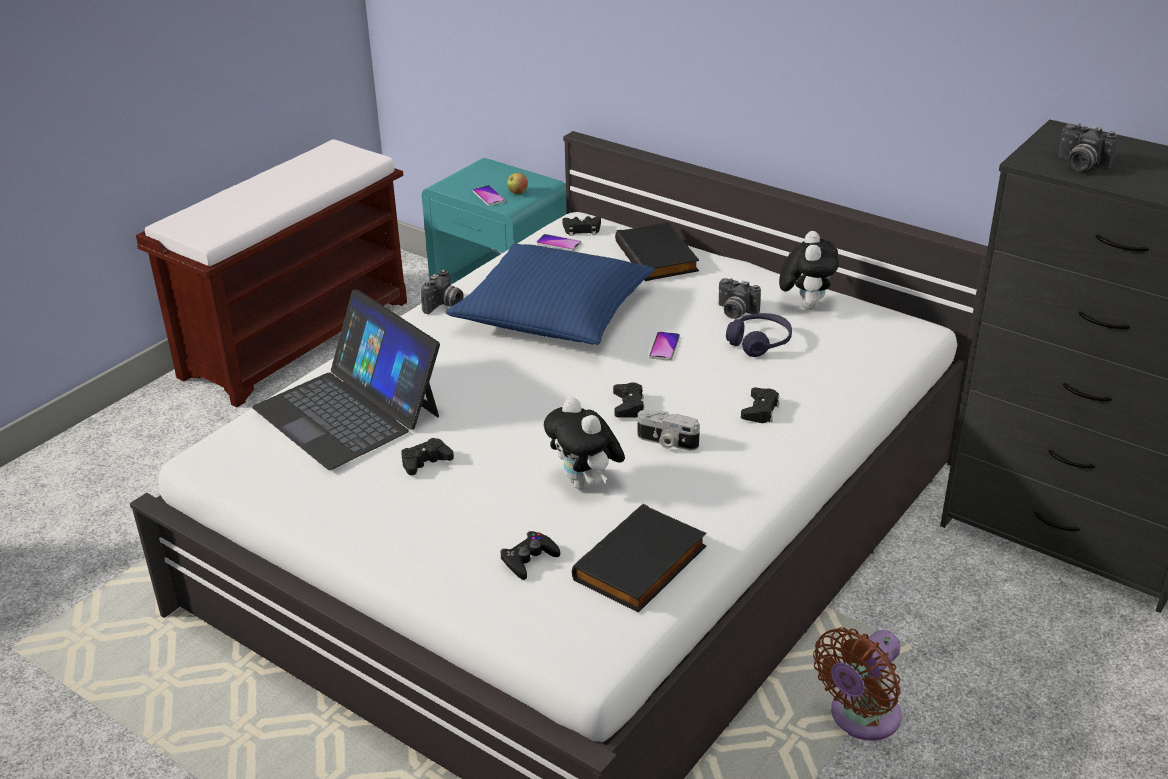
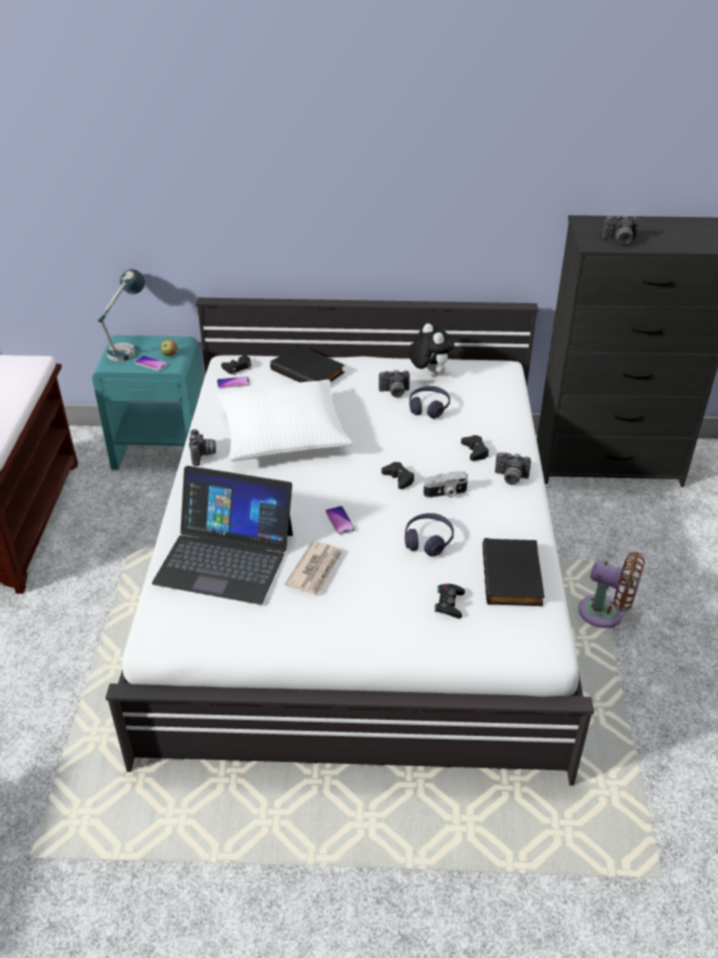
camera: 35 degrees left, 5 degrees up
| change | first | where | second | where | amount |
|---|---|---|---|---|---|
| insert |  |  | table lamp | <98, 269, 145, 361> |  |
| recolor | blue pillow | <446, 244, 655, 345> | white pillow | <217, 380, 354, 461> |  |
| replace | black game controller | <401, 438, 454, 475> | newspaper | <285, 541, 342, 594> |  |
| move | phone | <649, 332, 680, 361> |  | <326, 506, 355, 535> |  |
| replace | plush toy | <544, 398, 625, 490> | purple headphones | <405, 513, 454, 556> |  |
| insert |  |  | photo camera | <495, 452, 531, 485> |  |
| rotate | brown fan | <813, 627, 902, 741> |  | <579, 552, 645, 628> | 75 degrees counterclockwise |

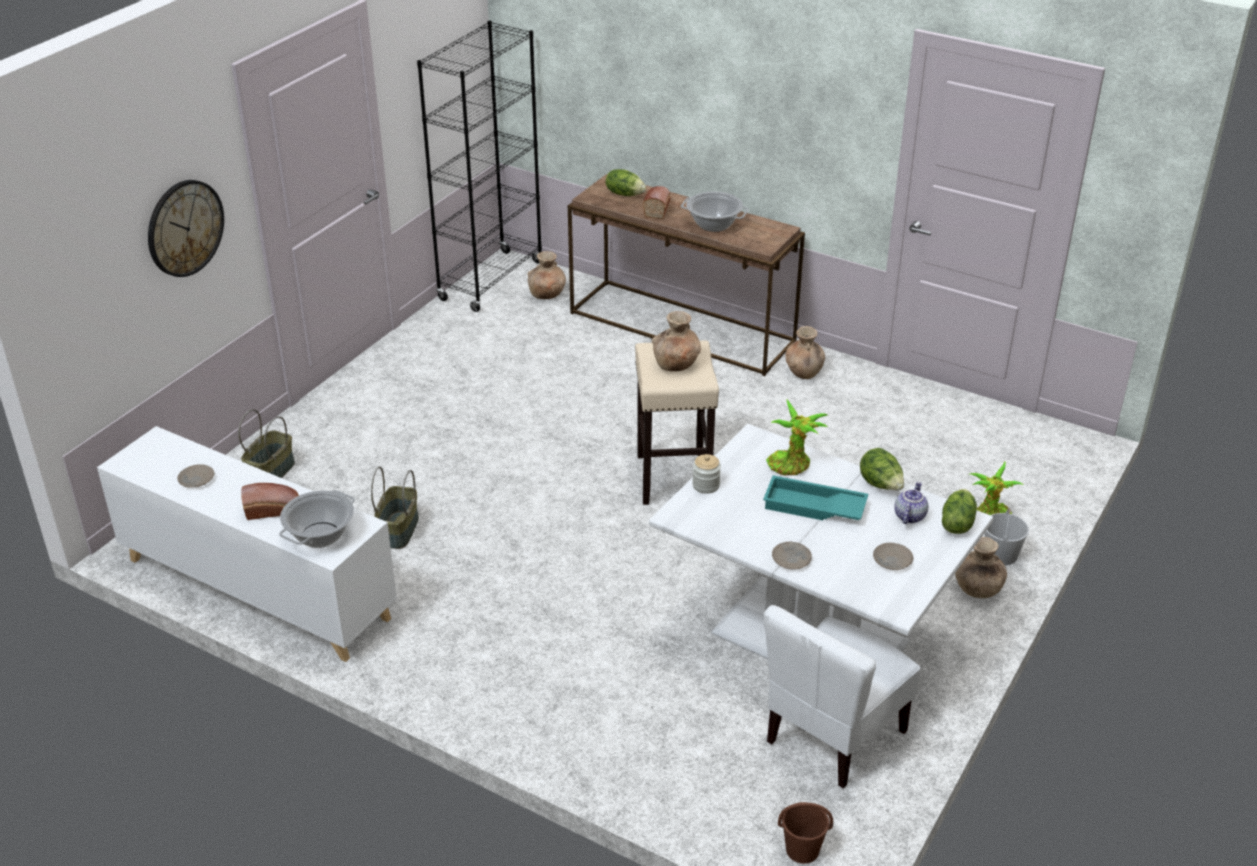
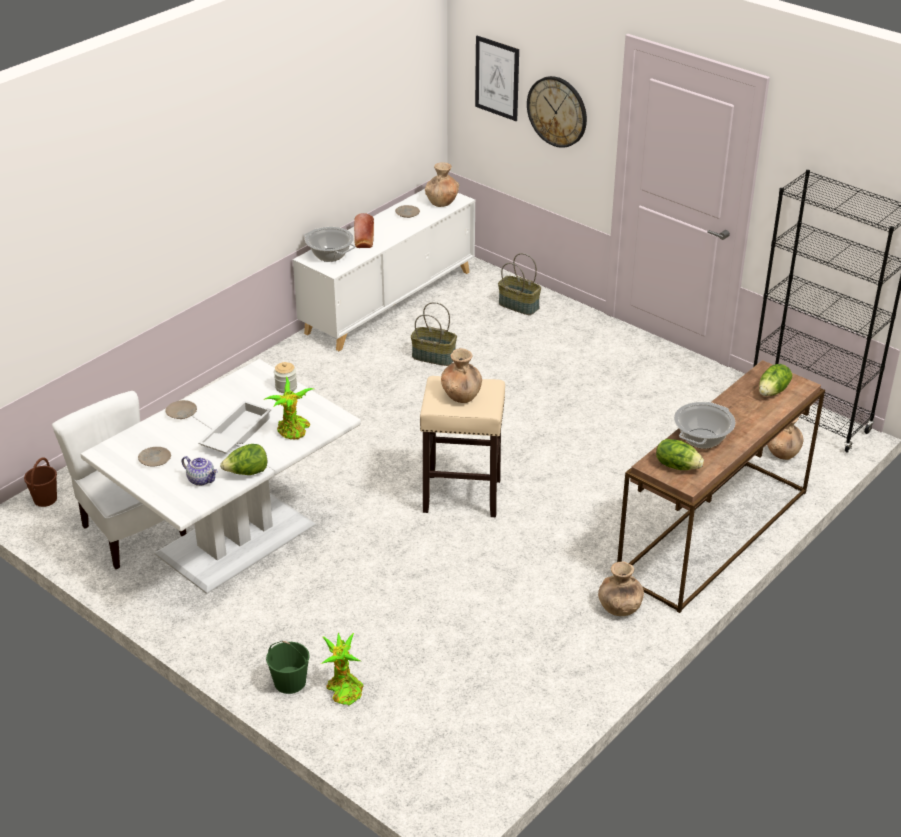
camera: 100 degrees right, 0 degrees up
| change | first | where | second | where | amount |
|---|---|---|---|---|---|
| recolor | turquoise tray | <763, 475, 868, 520> | white tray | <198, 401, 271, 454> |  |
| recolor | white bucket | <984, 508, 1029, 565> | green bucket | <266, 641, 310, 694> |  |
| move | brown vase | <955, 537, 1007, 598> |  | <425, 162, 459, 207> |  |
| insert |  |  | picture | <475, 36, 519, 121> |  |
| move | lettuce | <942, 489, 977, 534> |  | <656, 439, 704, 470> |  |
| delete | bread | <643, 186, 671, 219> |  |  |  |

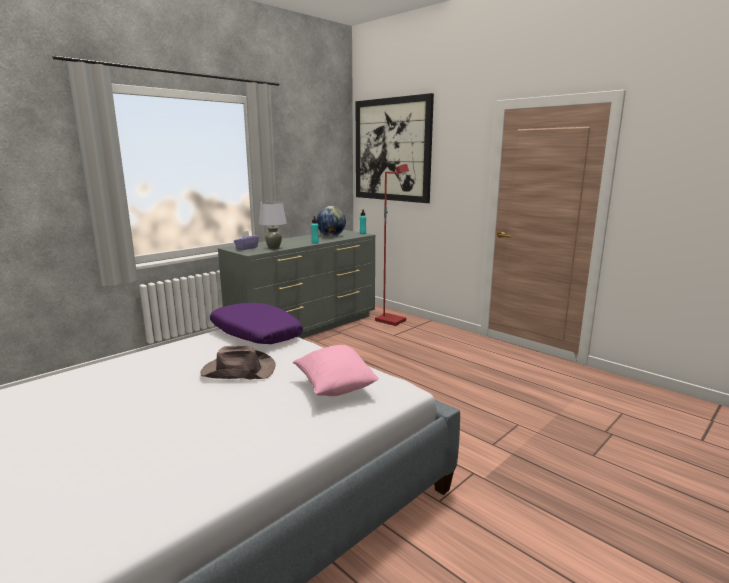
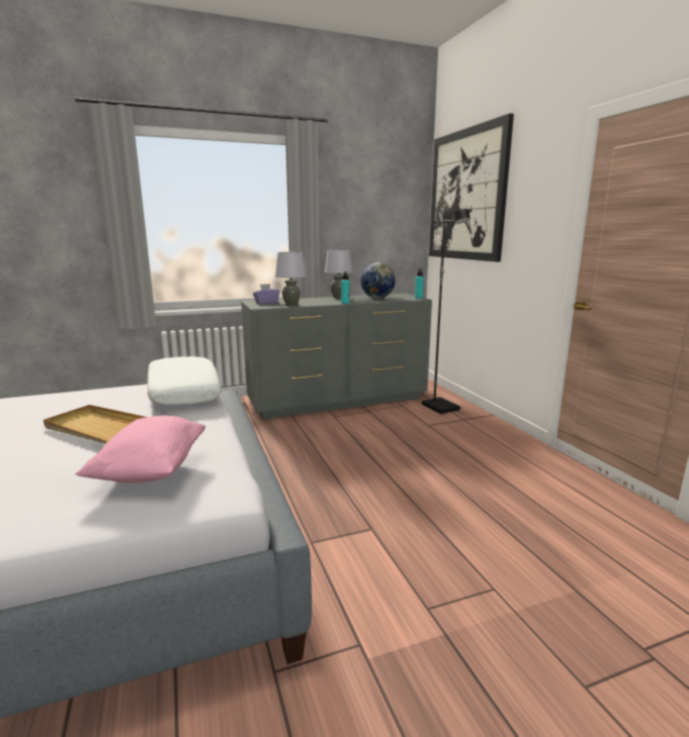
camera: 25 degrees right, 0 degrees up
| change | first | where | second | where | amount |
|---|---|---|---|---|---|
| replace | brown hat | <200, 346, 276, 379> | beige tray | <43, 405, 146, 444> |  |
| recolor | purple pillow | <210, 303, 303, 344> | white pillow | <147, 357, 221, 405> |  |
| insert |  |  | grey table lamp | <325, 250, 353, 299> |  |
| recolor | red floor lamp | <375, 164, 409, 326> | black floor lamp | <422, 209, 470, 414> |  |

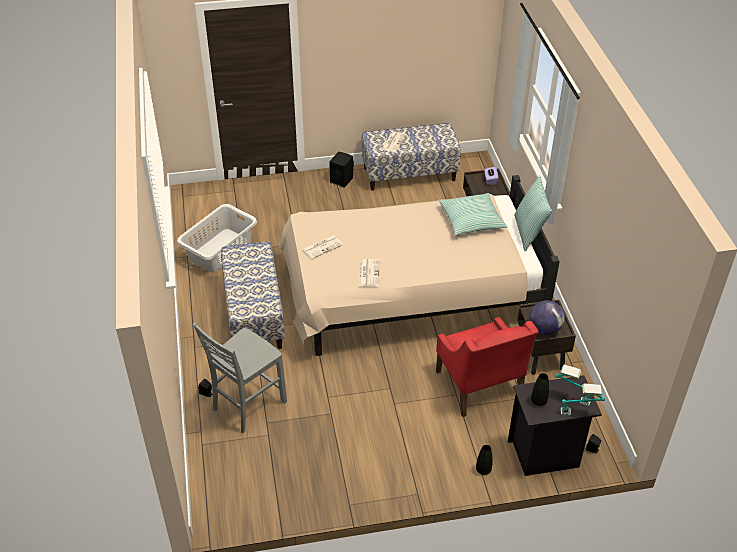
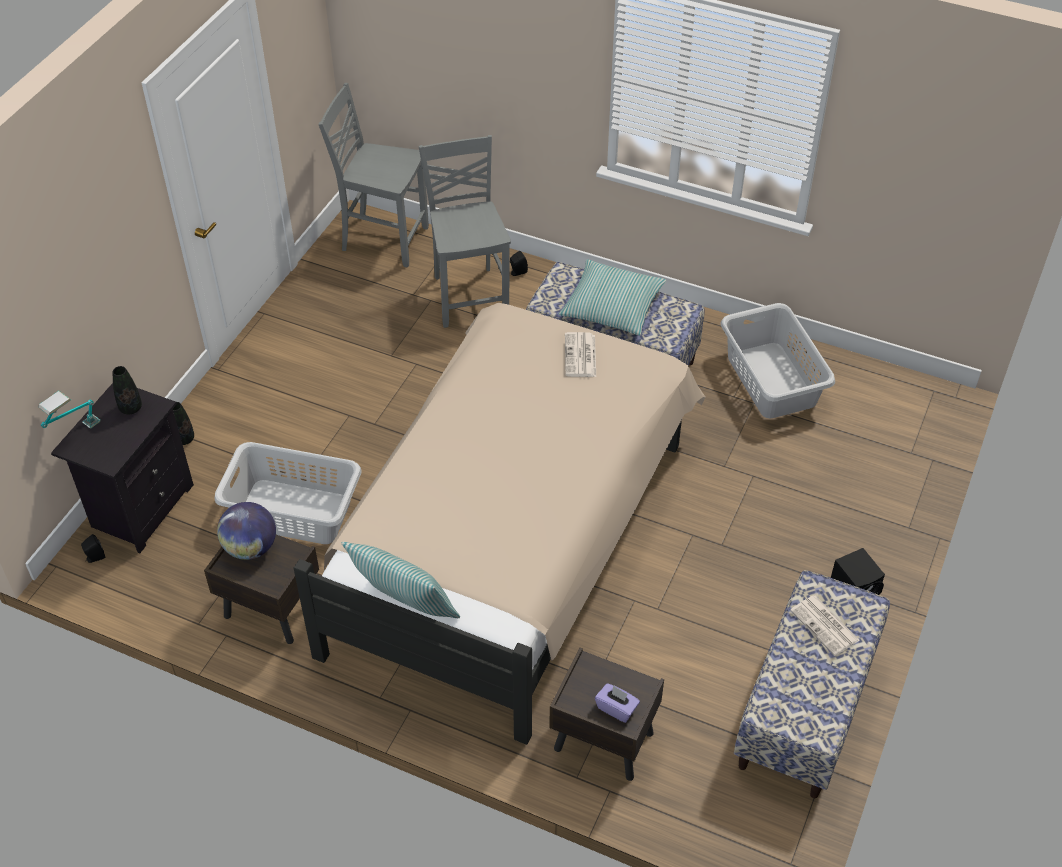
camera: 125 degrees right, 5 degrees up
| change | first | where | second | where | amount |
|---|---|---|---|---|---|
| replace | red armchair | <436, 317, 538, 417> | grey laundry basket | <214, 442, 362, 544> |  |
| insert |  |  | grey chair | <319, 83, 429, 267> |  |
| move | pillow | <439, 193, 507, 235> |  | <559, 259, 666, 336> |  |
| delete | newspaper | <359, 259, 380, 287> |  |  |  |
| delete | table lamp | <555, 364, 591, 406> |  |  |  |

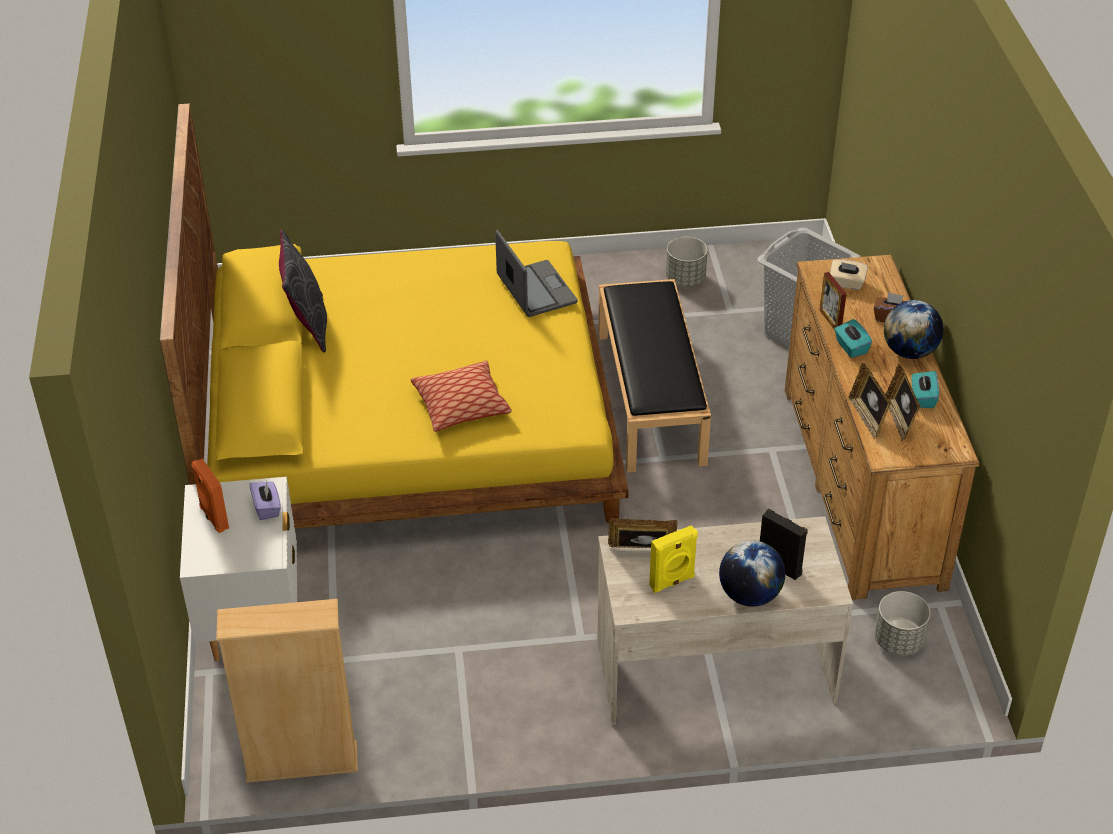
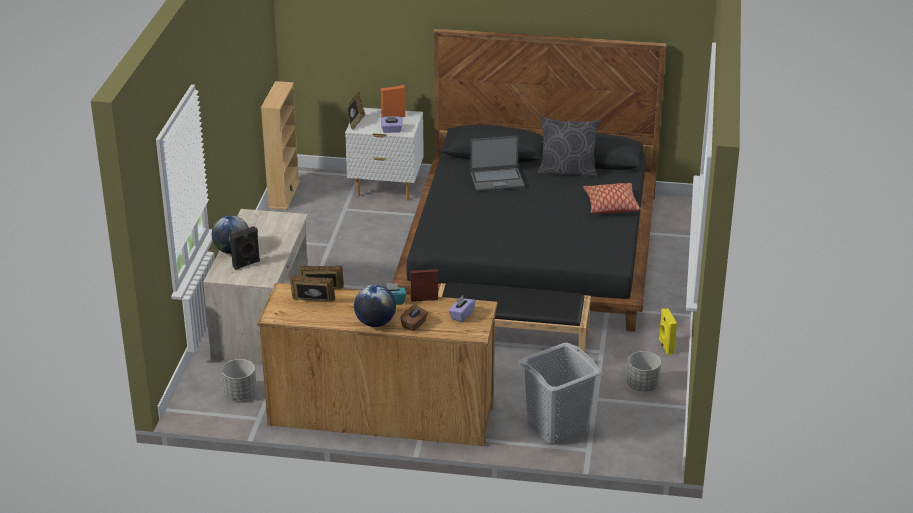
camera: 105 degrees right, 10 degrees down
| change | first | where | second | where | amount |
|---|---|---|---|---|---|
| move | picture frame | <608, 518, 678, 548> |  | <346, 92, 366, 130> |  |
| recolor | yellow bed | <160, 104, 629, 529> | black bed | <392, 28, 666, 332> |  |
| recolor | beige tissue box | <830, 259, 868, 290> | purple tissue box | <448, 295, 475, 322> |  |
| move | laptop | <495, 230, 578, 317> |  | <470, 136, 524, 191> |  |
| move | pillow | <411, 361, 512, 432> |  | <583, 183, 641, 214> |  |
| move | yellow speaker | <649, 525, 698, 593> |  | <659, 308, 677, 355> |  |
| delete | turquoise tissue box | <911, 371, 939, 408> |  |  |  |

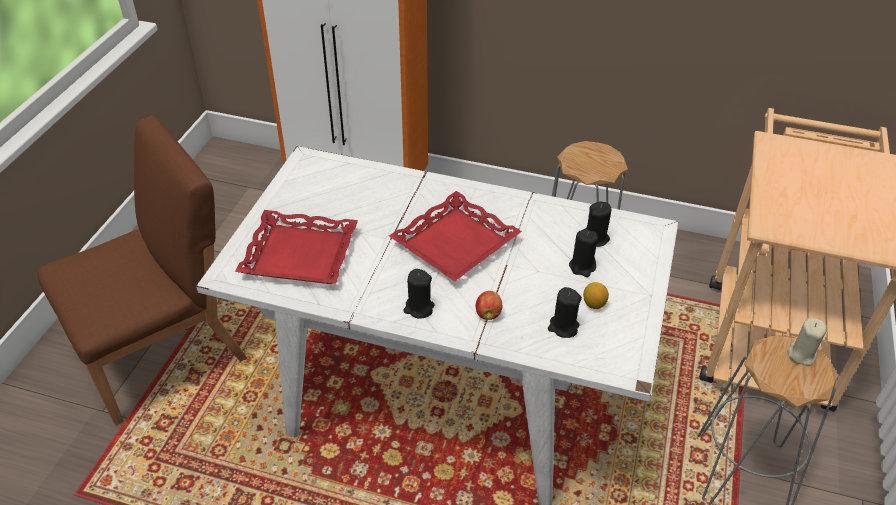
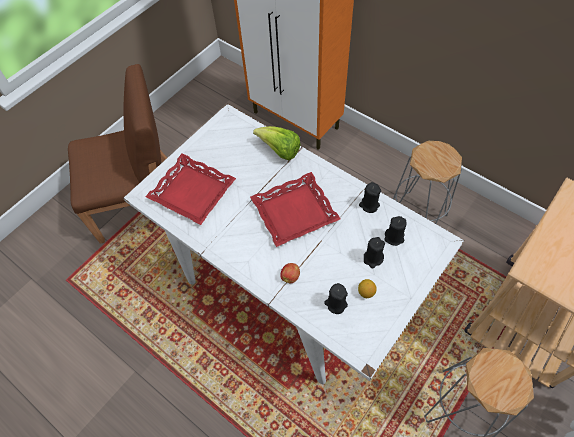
camera: 25 degrees right, 15 degrees up
| change | first | where | second | where | amount |
|---|---|---|---|---|---|
| insert |  |  | lettuce | <253, 126, 301, 160> |  |
| move | black candle | <403, 269, 435, 319> |  | <359, 182, 381, 213> |  |
| delete | beige candle | <788, 318, 826, 366> |  |  |  |

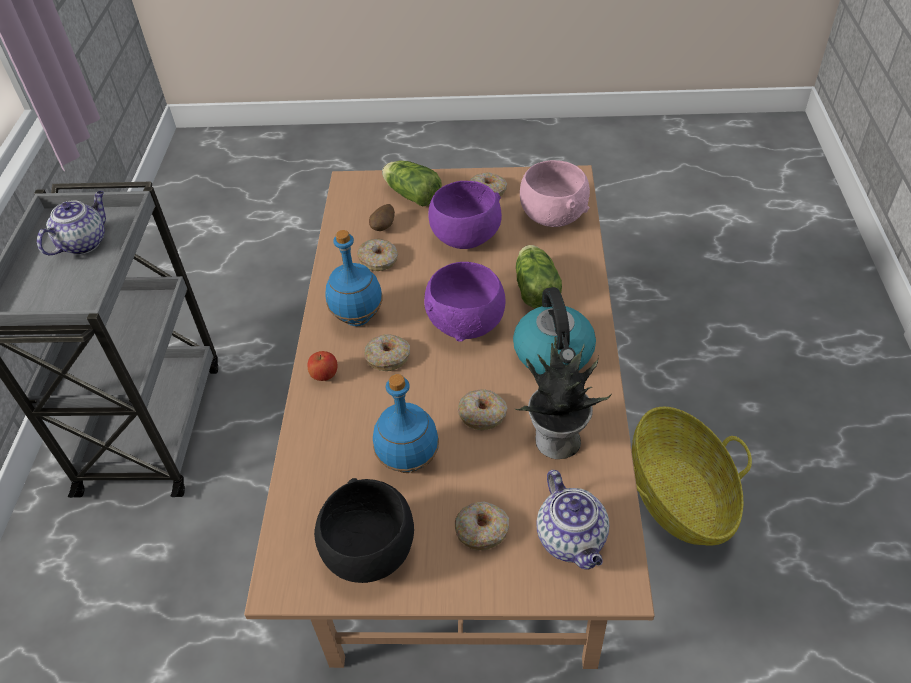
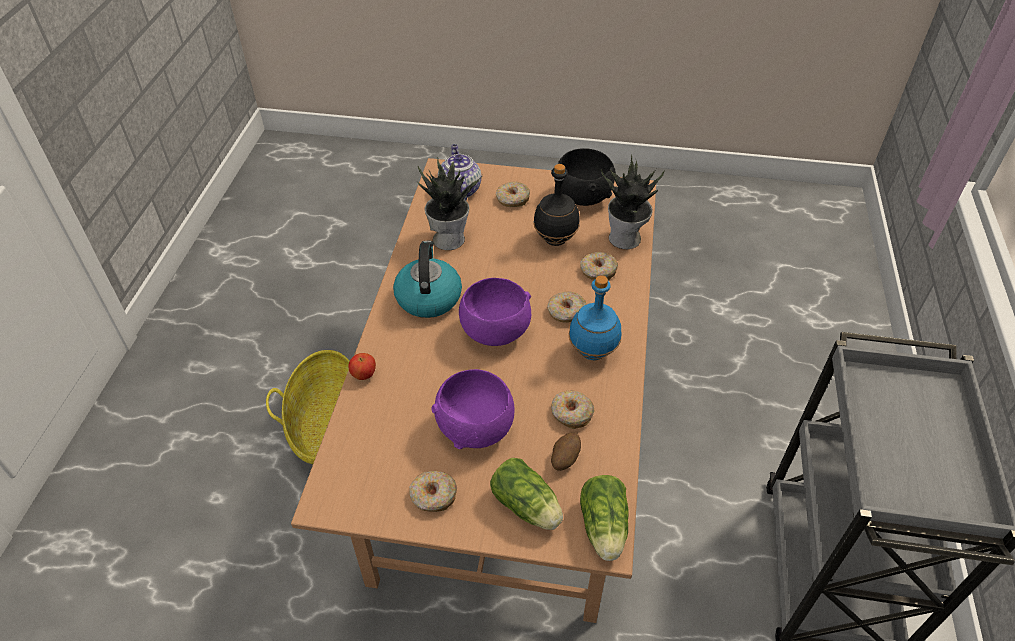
camera: 175 degrees left, 0 degrees up
| change | first | where | second | where | amount |
|---|---|---|---|---|---|
| move | apple | <308, 351, 337, 381> |  | <349, 353, 376, 380> |  |
| recolor | blue bottle | <373, 374, 439, 473> | black bottle | <533, 164, 580, 246> |  |
| move | donut | <458, 389, 507, 430> |  | <580, 252, 618, 280> |  |
| move | lettuce | <516, 245, 562, 308> |  | <580, 475, 629, 561> |  |
| insert |  |  | potted plant | <601, 154, 665, 249> |  |
| delete | teapot | <37, 191, 106, 255> |  |  |  |
| delete | pink bowl | <520, 160, 590, 227> |  |  |  |

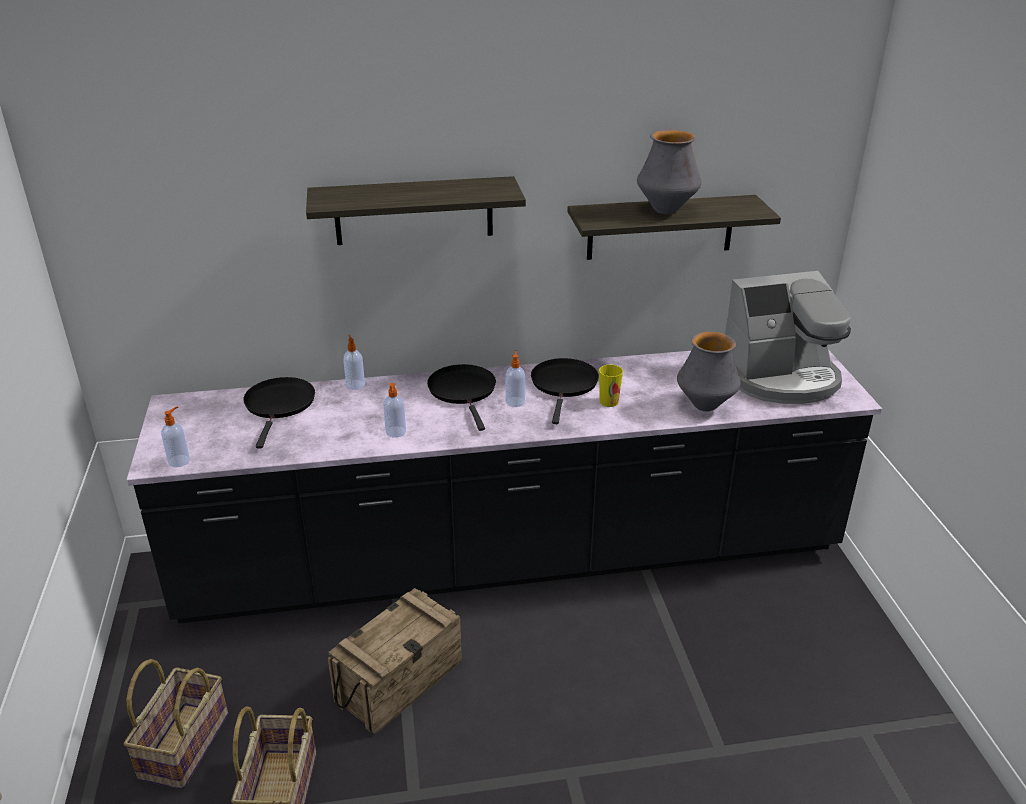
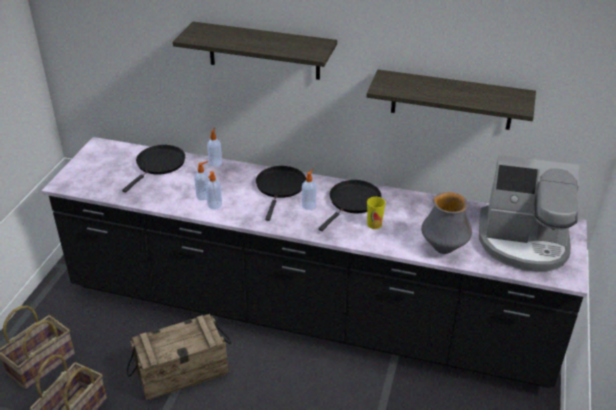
camera: 25 degrees right, 5 degrees up
| change | first | where | second | where | amount |
|---|---|---|---|---|---|
| move | soap dispenser | <161, 406, 190, 467> |  | <194, 161, 209, 200> |  |
| delete | vase | <637, 130, 702, 214> |  |  |  |

